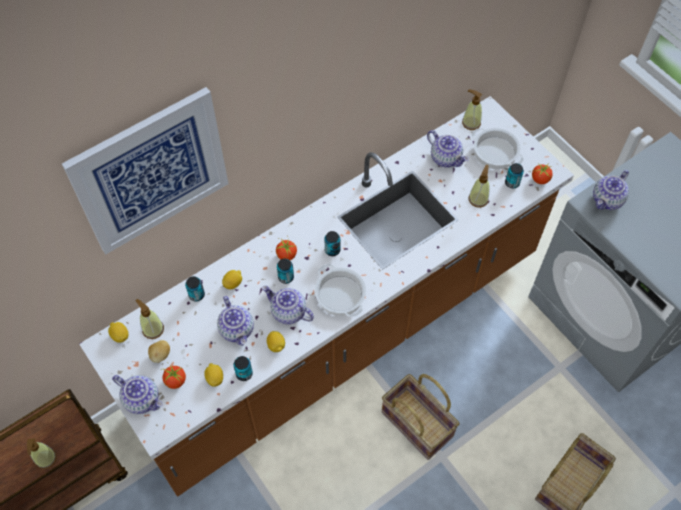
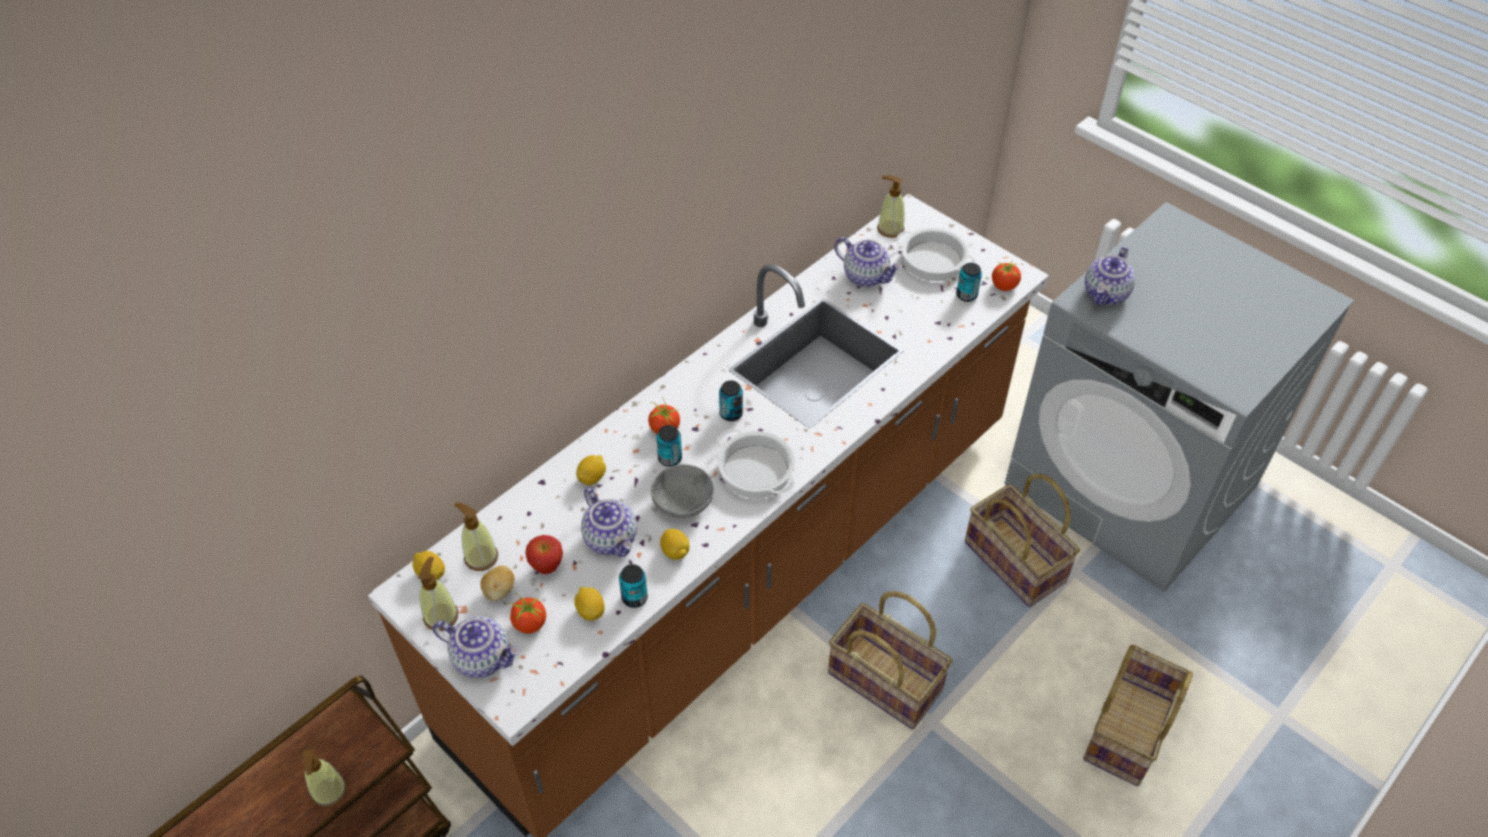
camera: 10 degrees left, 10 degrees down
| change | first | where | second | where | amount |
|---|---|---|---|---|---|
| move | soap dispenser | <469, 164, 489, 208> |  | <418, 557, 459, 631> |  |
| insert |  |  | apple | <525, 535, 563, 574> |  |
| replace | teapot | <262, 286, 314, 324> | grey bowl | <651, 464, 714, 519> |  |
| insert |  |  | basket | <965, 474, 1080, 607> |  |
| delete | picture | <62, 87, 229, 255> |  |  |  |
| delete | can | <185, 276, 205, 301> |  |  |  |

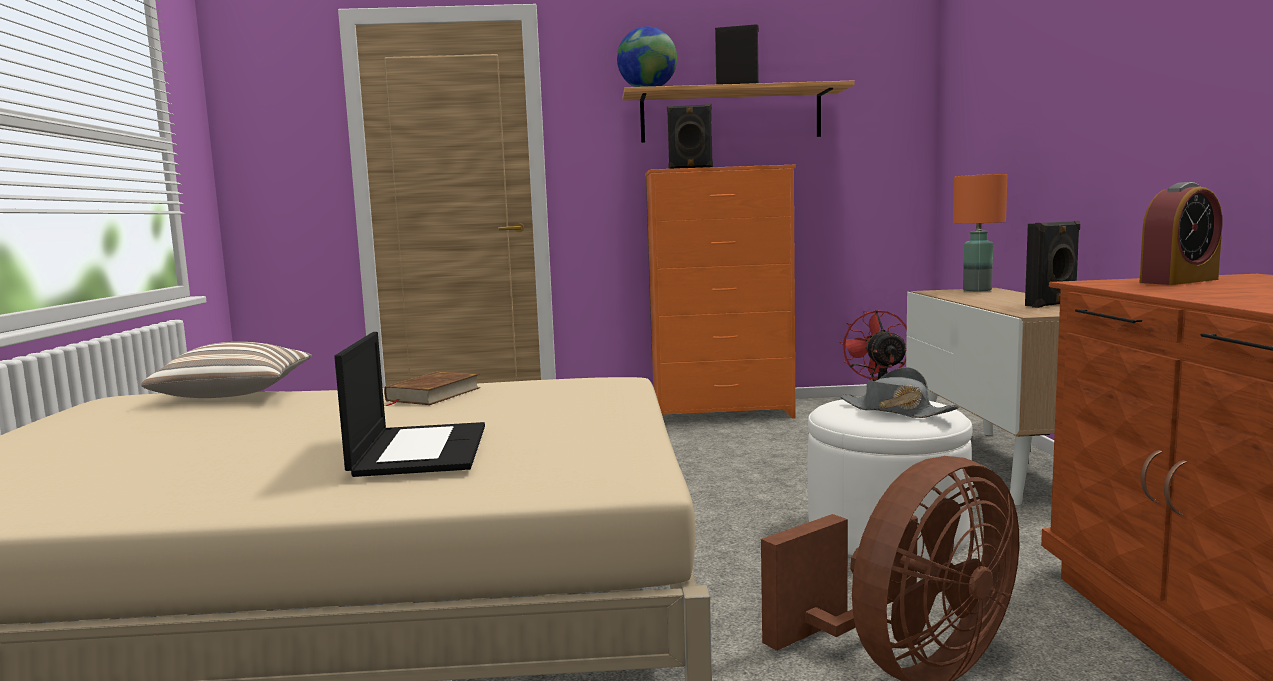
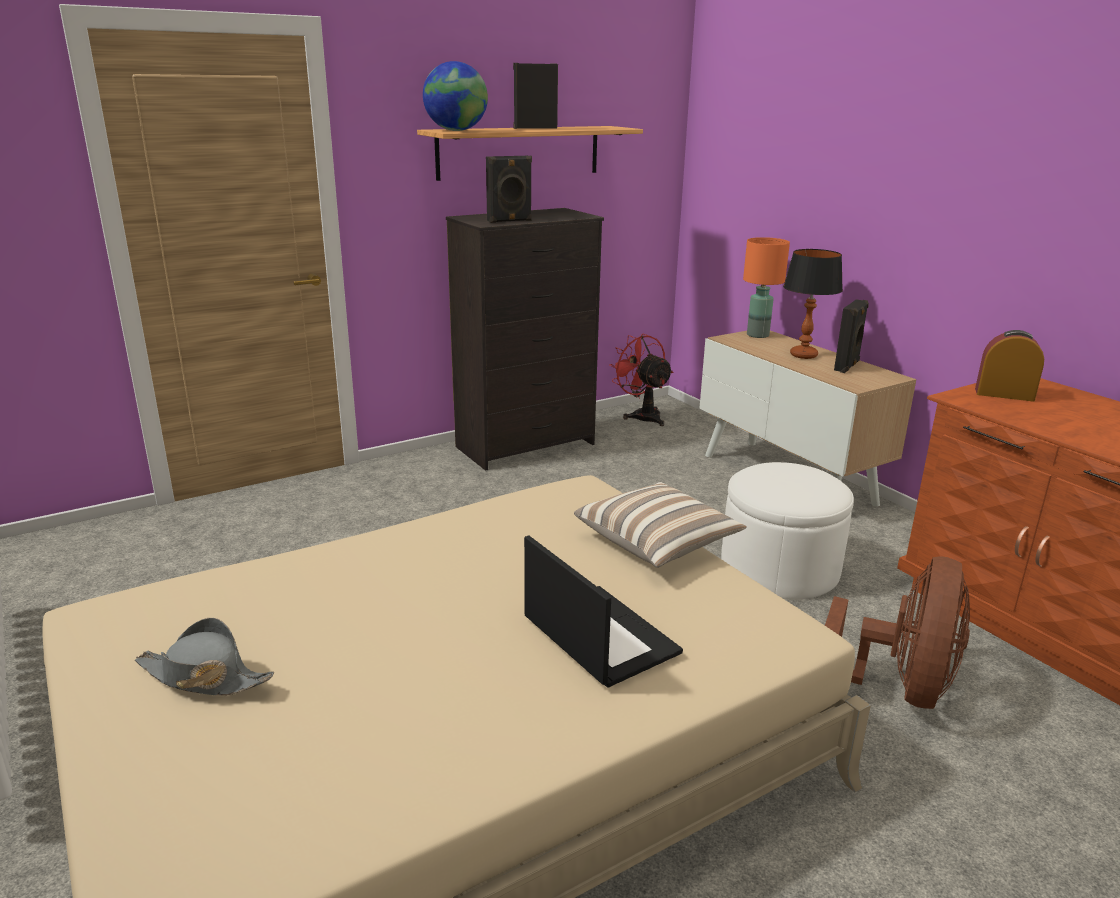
camera: 30 degrees left, 15 degrees up
| change | first | where | second | where | amount |
|---|---|---|---|---|---|
| move | grey hat | <840, 367, 960, 418> |  | <135, 618, 274, 696> |  |
| recolor | orange dresser | <645, 165, 796, 419> | black dresser | <446, 208, 604, 471> |  |
| move | pillow | <141, 342, 312, 398> |  | <574, 482, 746, 568> |  |
| insert |  |  | table lamp | <783, 249, 843, 359> |  |
| rotate | alarm clock | <1140, 182, 1222, 285> |  | <975, 330, 1044, 402> | 105 degrees counterclockwise |
| delete | brown book | <384, 371, 480, 406> |  |  |  |

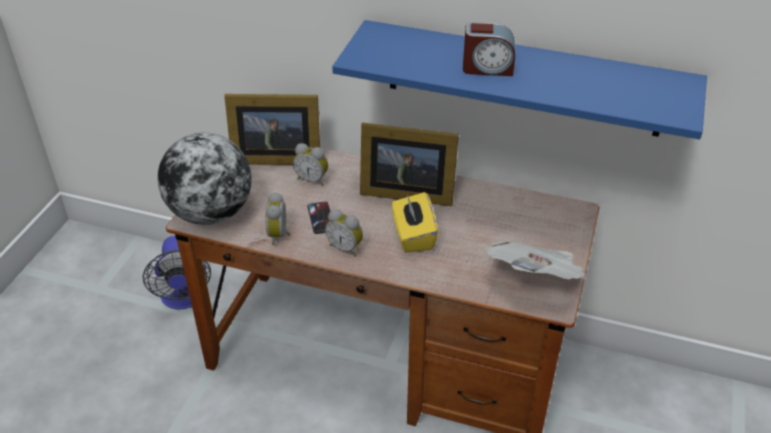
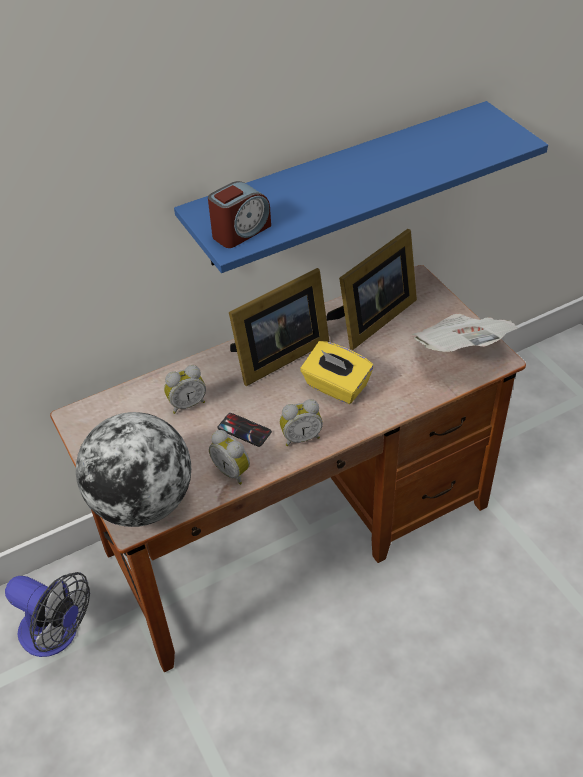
camera: 45 degrees left, 5 degrees up
| change | first | where | second | where | amount |
|---|---|---|---|---|---|
| move | alarm clock | <463, 22, 515, 76> |  | <208, 181, 271, 248> |  |
| move | picture frame | <224, 94, 320, 165> |  | <326, 229, 417, 350> |  |

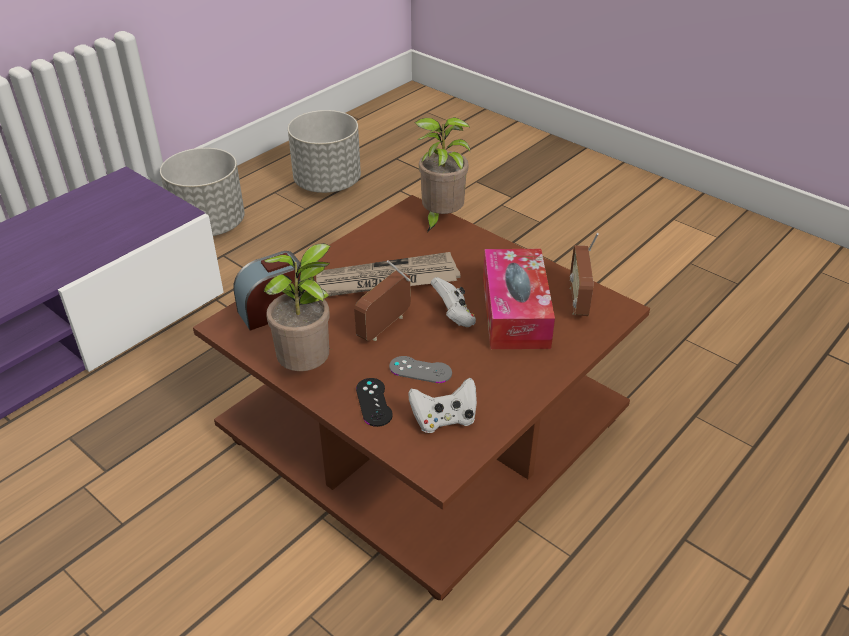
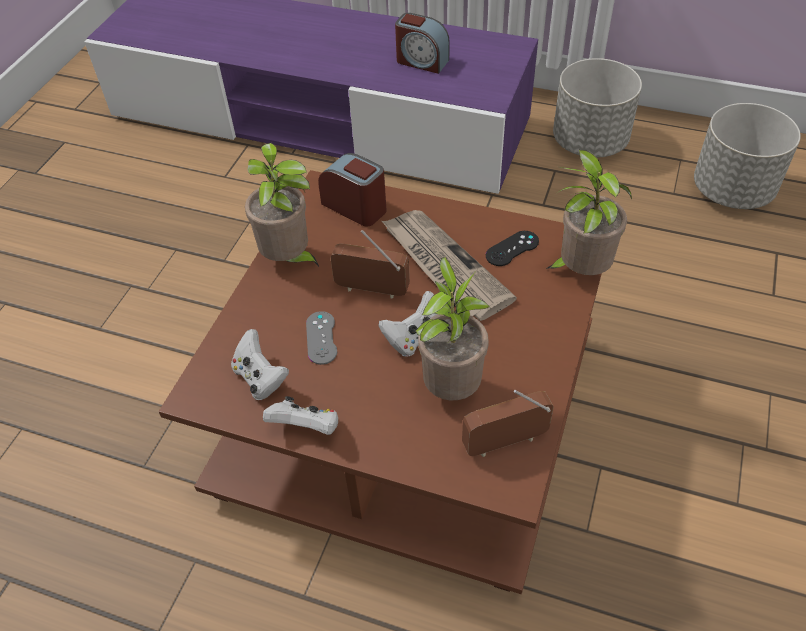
camera: 70 degrees right, 10 degrees up
| change | first | where | second | where | amount |
|---|---|---|---|---|---|
| insert |  |  | white game controller | <263, 396, 338, 435> |  |
| insert |  |  | alarm clock | <395, 13, 450, 74> |  |
| replace | tissue box | <483, 249, 555, 349> | potted plant | <416, 257, 490, 400> |  |
| move | black game controller | <356, 378, 393, 427> |  | <486, 231, 539, 266> |  |

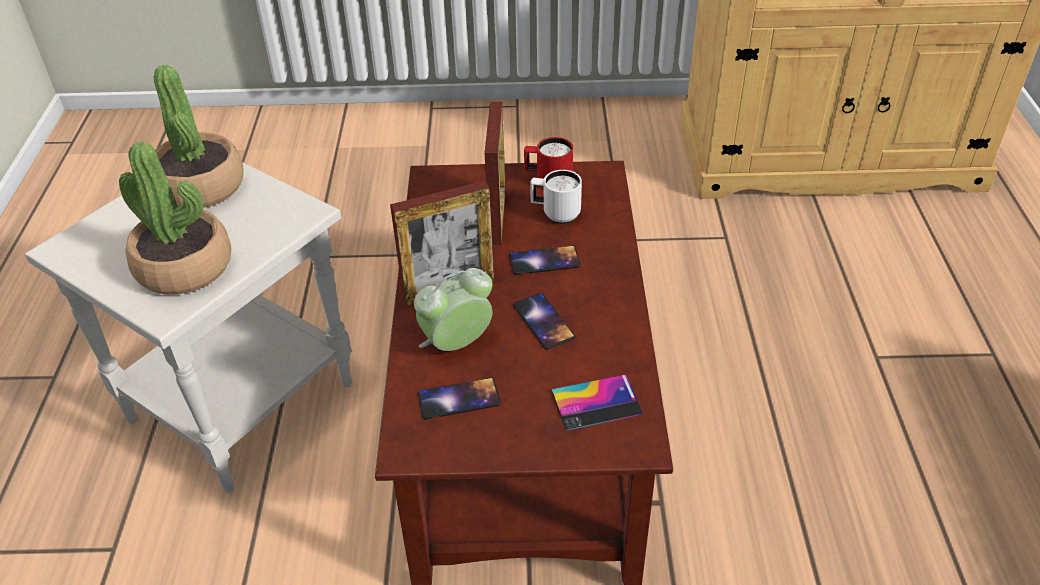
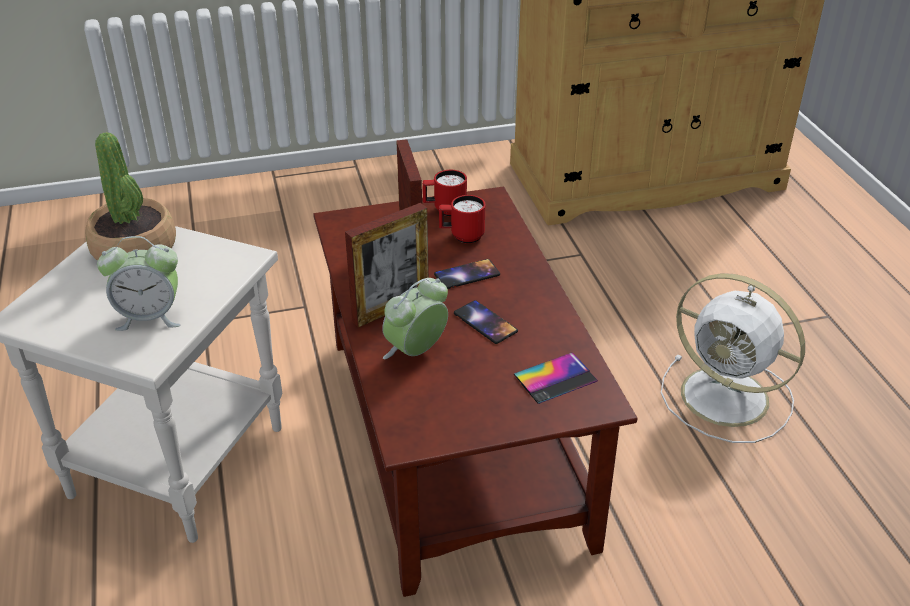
camera: 15 degrees left, 5 degrees down
| change | first | where | second | where | amount |
|---|---|---|---|---|---|
| replace | potted plant | <119, 141, 231, 295> | alarm clock | <97, 236, 181, 331> |  |
| recolor | white mug | <530, 170, 582, 224> | red mug | <439, 195, 485, 244> |  |
| insert |  |  | white fan | <661, 273, 805, 443> |  |
| delete | phone | <418, 377, 501, 420> |  |  |  |

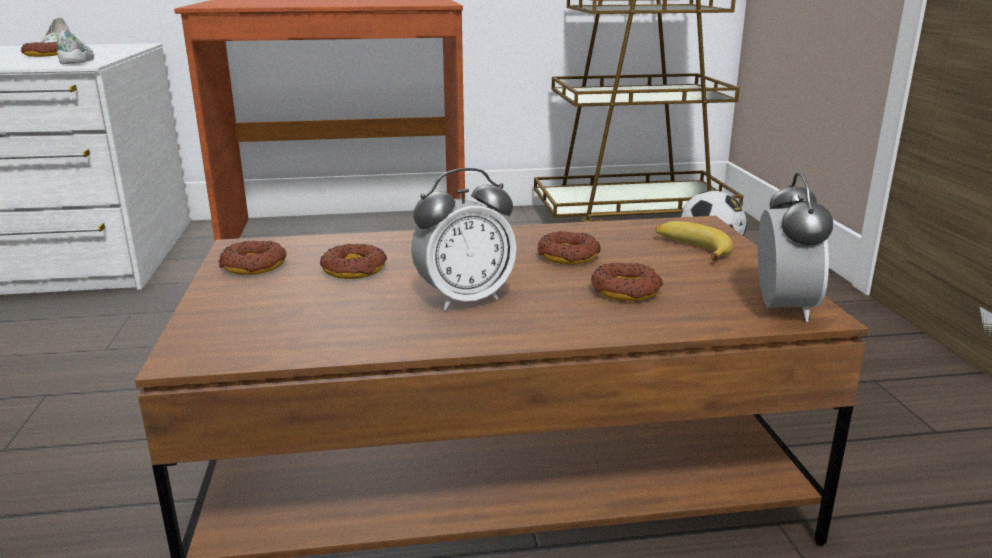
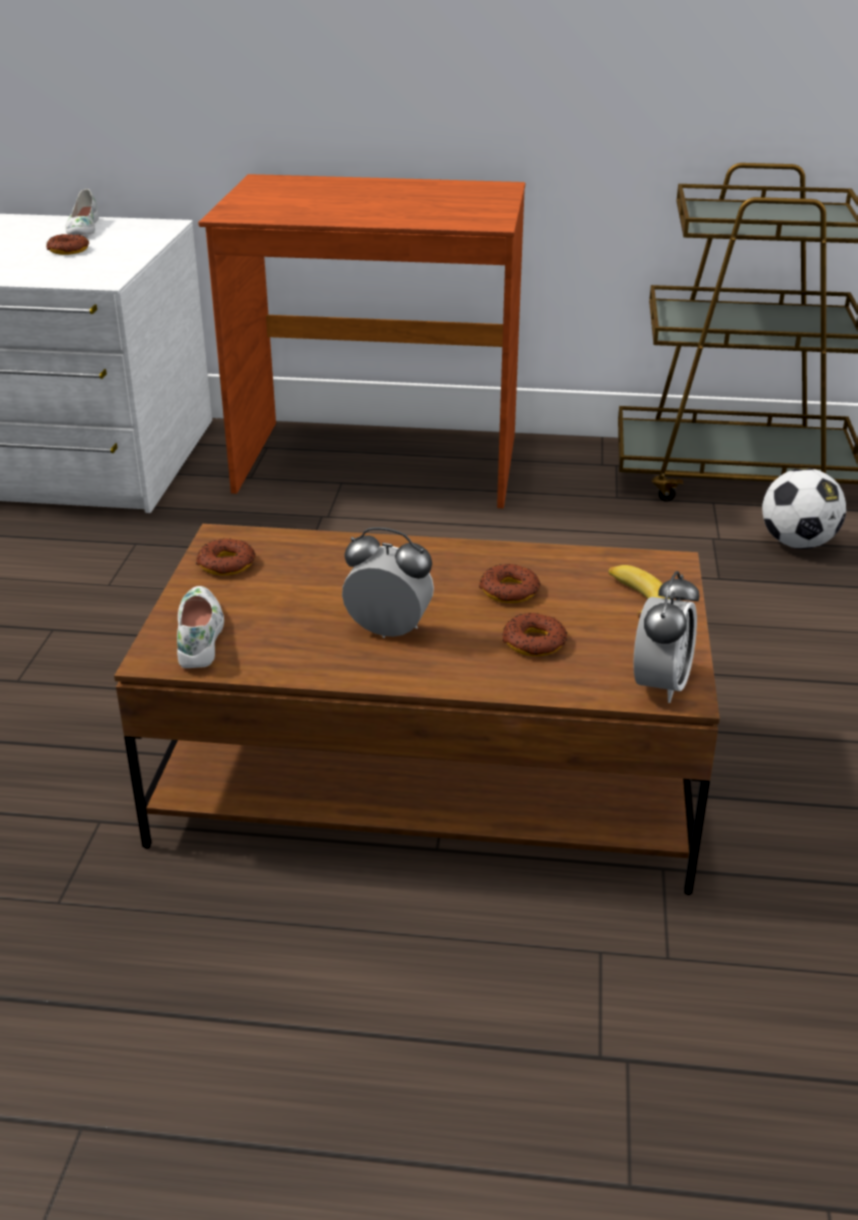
camera: 15 degrees right, 10 degrees up
| change | first | where | second | where | amount |
|---|---|---|---|---|---|
| move | white shoe | <57, 31, 94, 64> |  | <177, 586, 224, 668> |  |
| rotate | alarm clock | <411, 168, 517, 310> |  | <342, 527, 434, 638> | 150 degrees counterclockwise |
| delete | donut | <320, 244, 387, 279> |  |  |  |

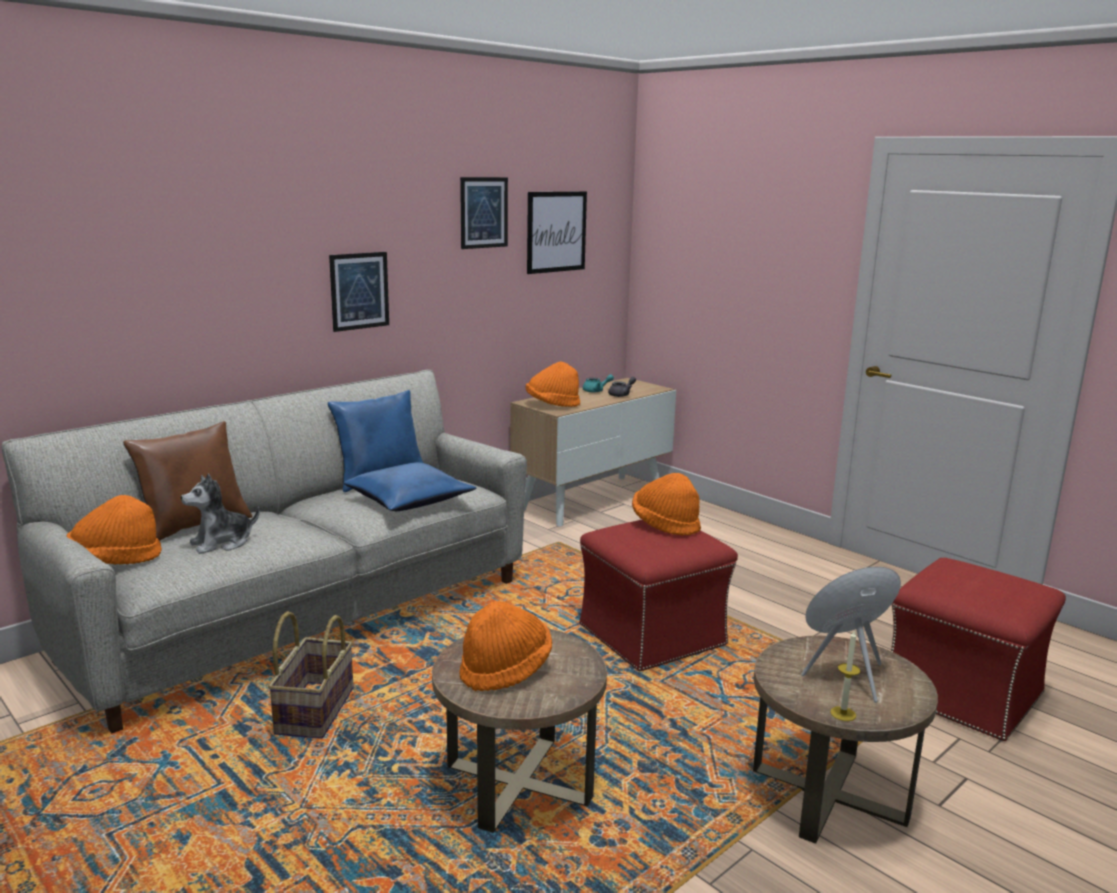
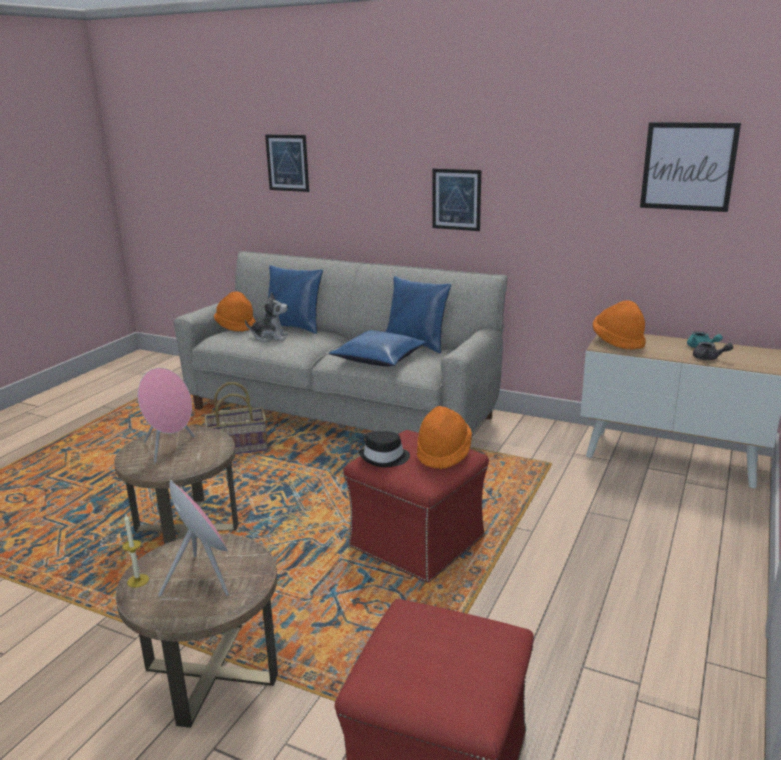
camera: 70 degrees right, 5 degrees up
| change | first | where | second | where | amount |
|---|---|---|---|---|---|
| replace | orange hat | <459, 601, 552, 691> | pink speaker | <138, 368, 195, 462> |  |
| rotate | plush toy | <181, 474, 260, 554> |  | <245, 292, 288, 342> | 150 degrees clockwise |
| move | picture | <460, 177, 508, 249> |  | <265, 135, 309, 192> |  |
| recolor | brown pillow | <123, 421, 253, 541> | blue pillow | <268, 265, 323, 334> |  |
| insert |  |  | black hat | <359, 431, 410, 467> |  |

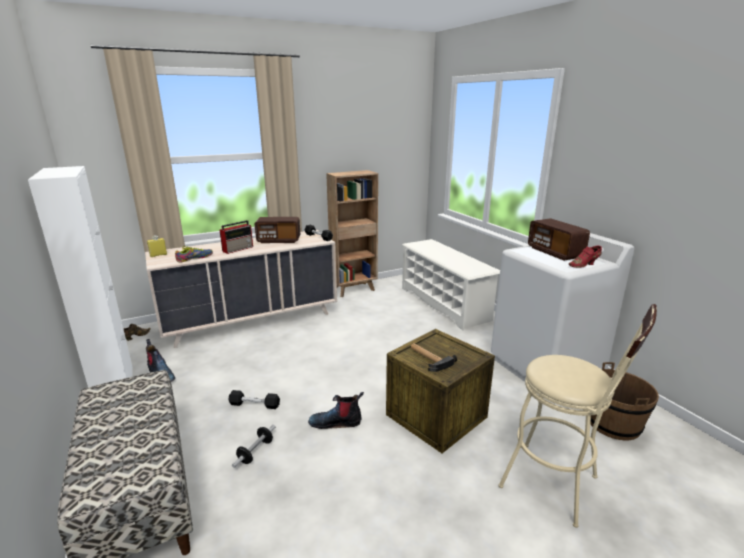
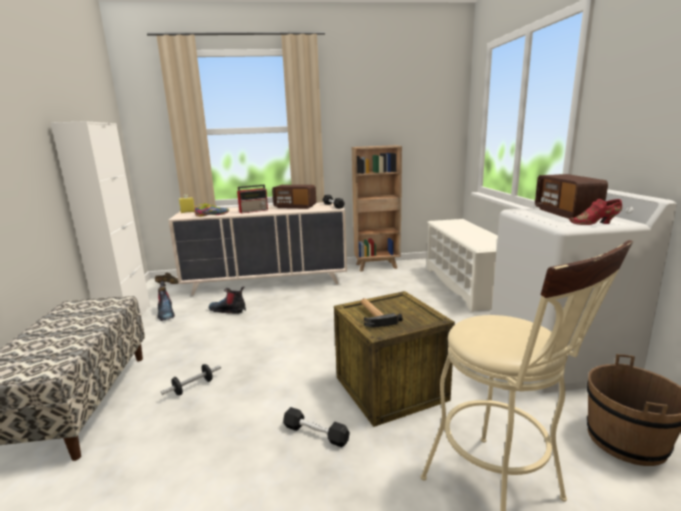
camera: 20 degrees right, 5 degrees down
| change | first | where | second | where | amount |
|---|---|---|---|---|---|
| move | boot | <308, 392, 364, 429> |  | <208, 287, 246, 314> |  |
| move | black dumbbell | <229, 390, 280, 409> |  | <283, 407, 350, 447> |  |

